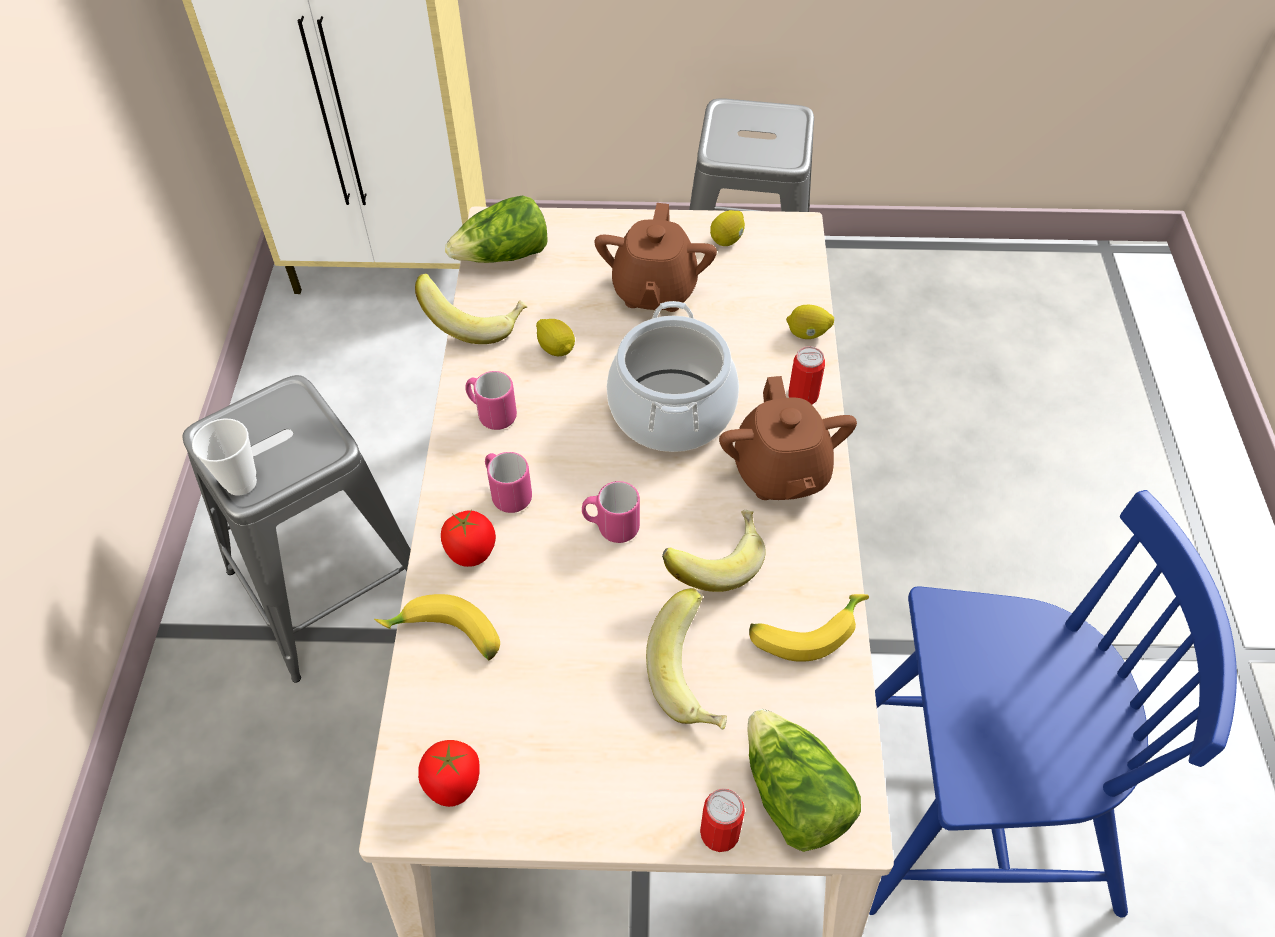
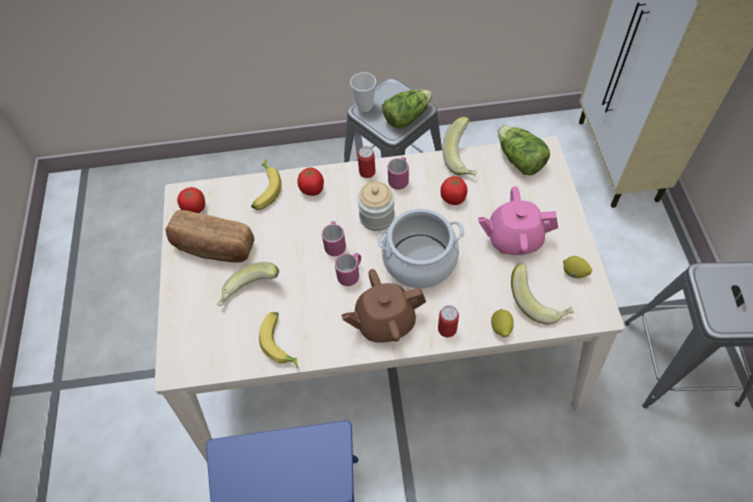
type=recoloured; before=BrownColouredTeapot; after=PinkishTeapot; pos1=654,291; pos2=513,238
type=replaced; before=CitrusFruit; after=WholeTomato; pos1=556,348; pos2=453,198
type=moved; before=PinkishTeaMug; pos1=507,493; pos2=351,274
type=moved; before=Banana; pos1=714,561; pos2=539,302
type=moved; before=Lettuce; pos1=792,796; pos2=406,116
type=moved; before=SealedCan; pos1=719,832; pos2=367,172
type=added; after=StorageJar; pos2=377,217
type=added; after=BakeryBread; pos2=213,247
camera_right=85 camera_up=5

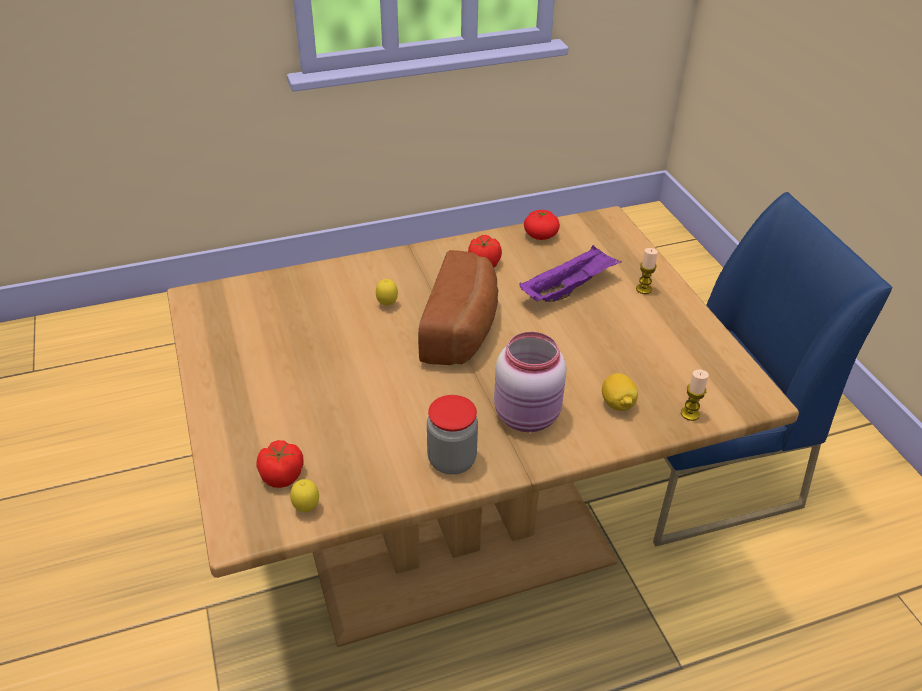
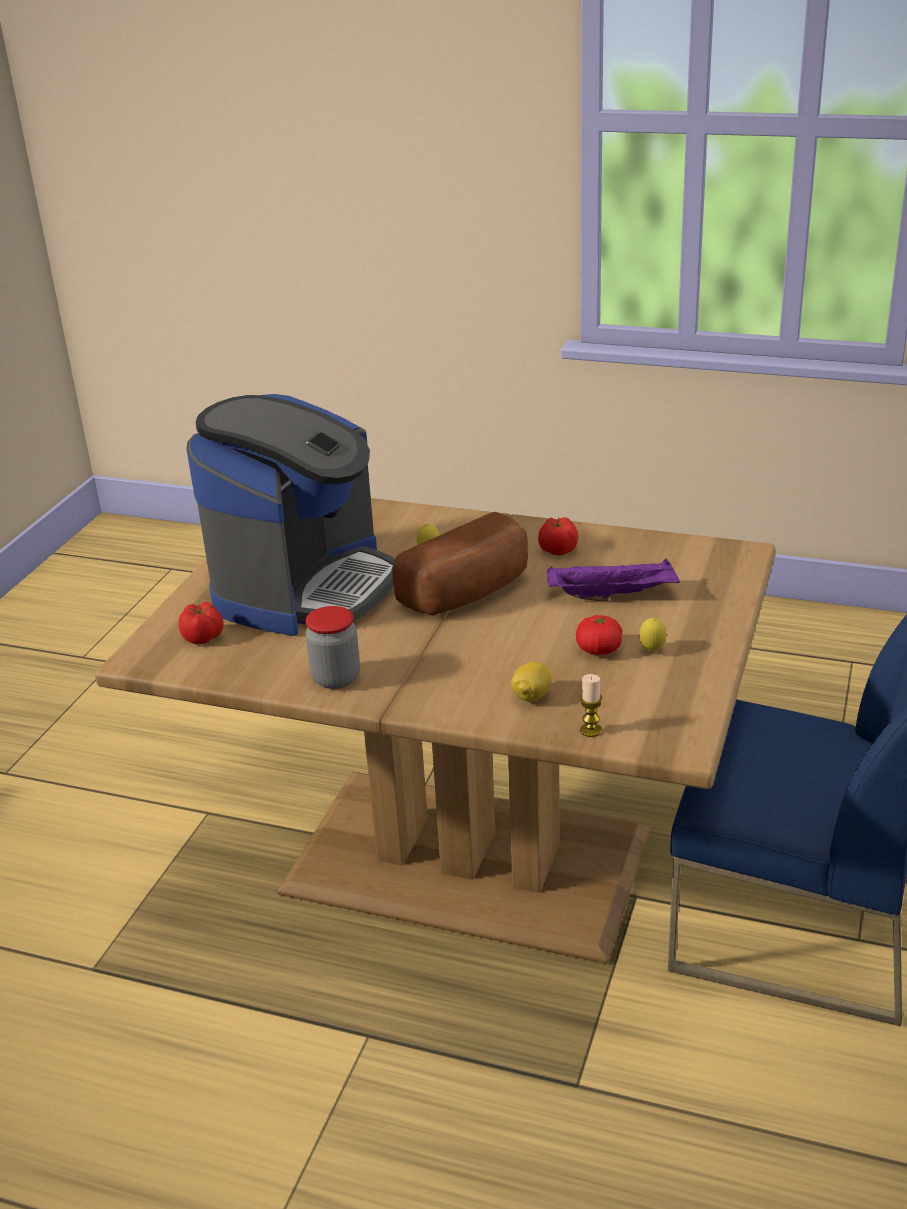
type=moved; before=WholeTomato; pos1=540,235; pos2=599,649
type=removed; before=WaxLight; pos1=643,289
type=removed; before=PinkishStorageJar; pos1=528,416
type=moved; before=CitrusFruit; pos1=306,508; pos2=652,650
type=added; after=CoffeeMaker; pos2=304,587
camera_right=40 camera_up=-10

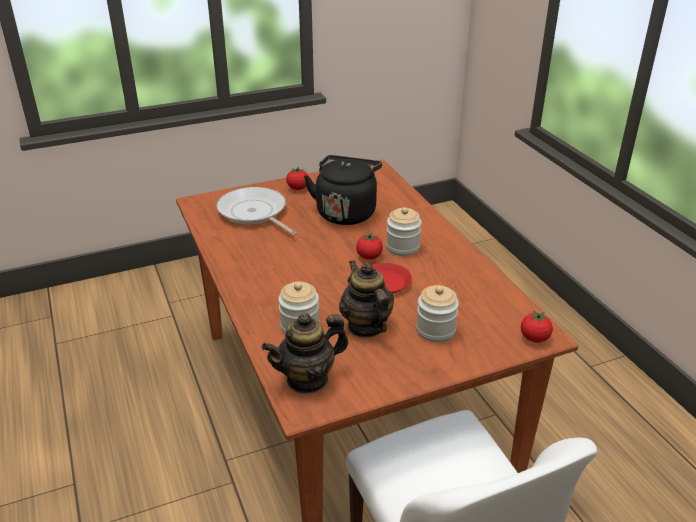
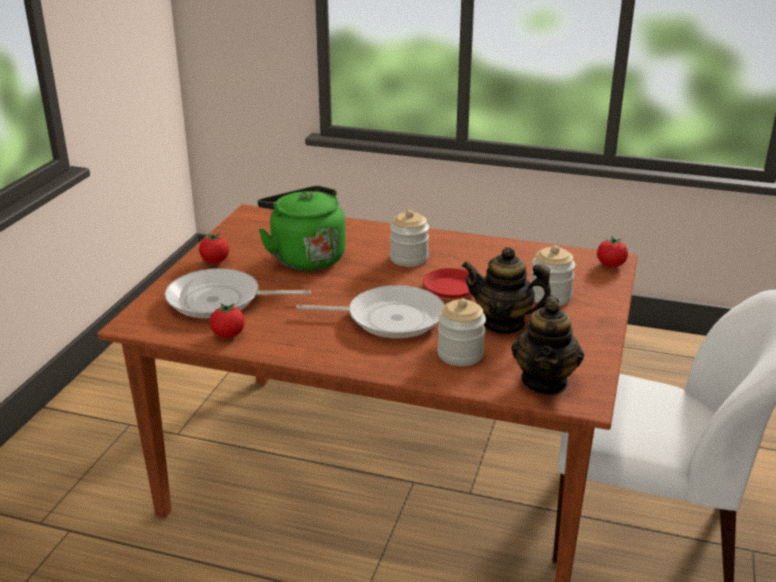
type=recoloured; before=BlackColouredTeaKettle; after=GreenTeaKettle; pos1=346,212; pos2=305,257
type=moved; before=WholeTomato; pos1=369,257; pos2=228,335
type=added; after=FryingPan; pos2=389,318
camera_right=-50 camera_up=-5

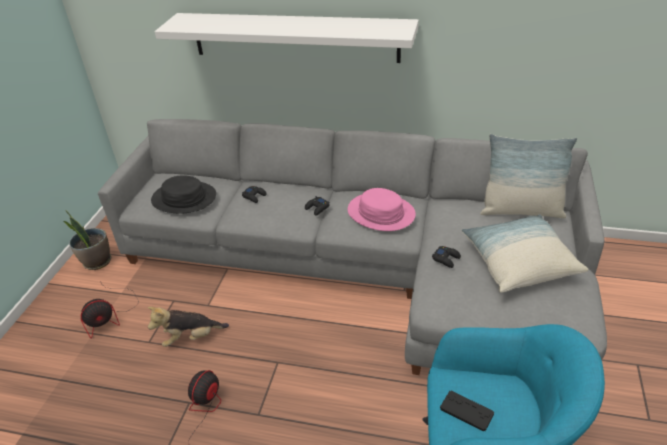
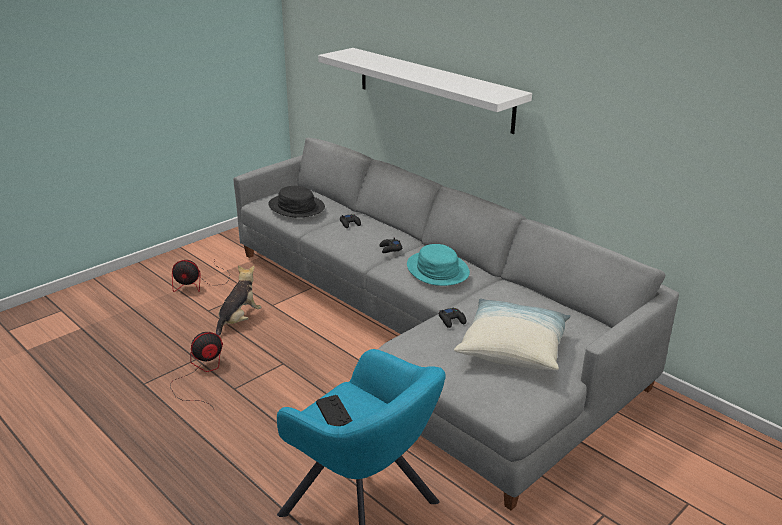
type=removed; before=Pillow; pos1=521,210
type=recoloured; before=PinkishHat; after=TurquoiseColouredHat; pos1=381,213; pos2=437,270
type=removed; before=Houseplant; pos1=97,262
type=turned; before=PlushToy; pos1=191,338; pos2=239,320; turn=105
camera_right=30 camera_up=-10

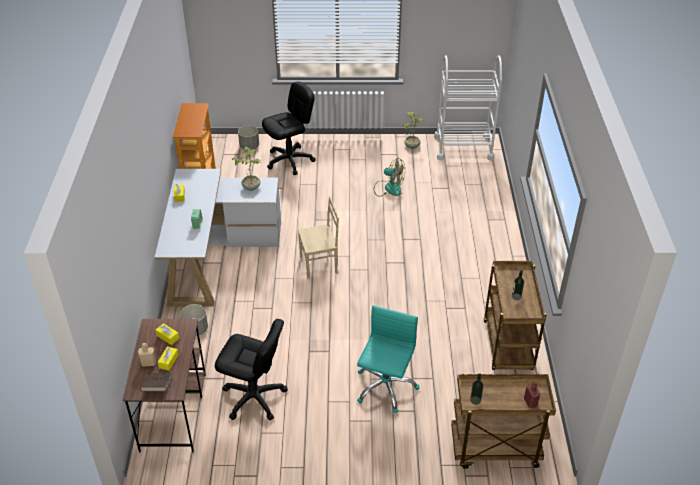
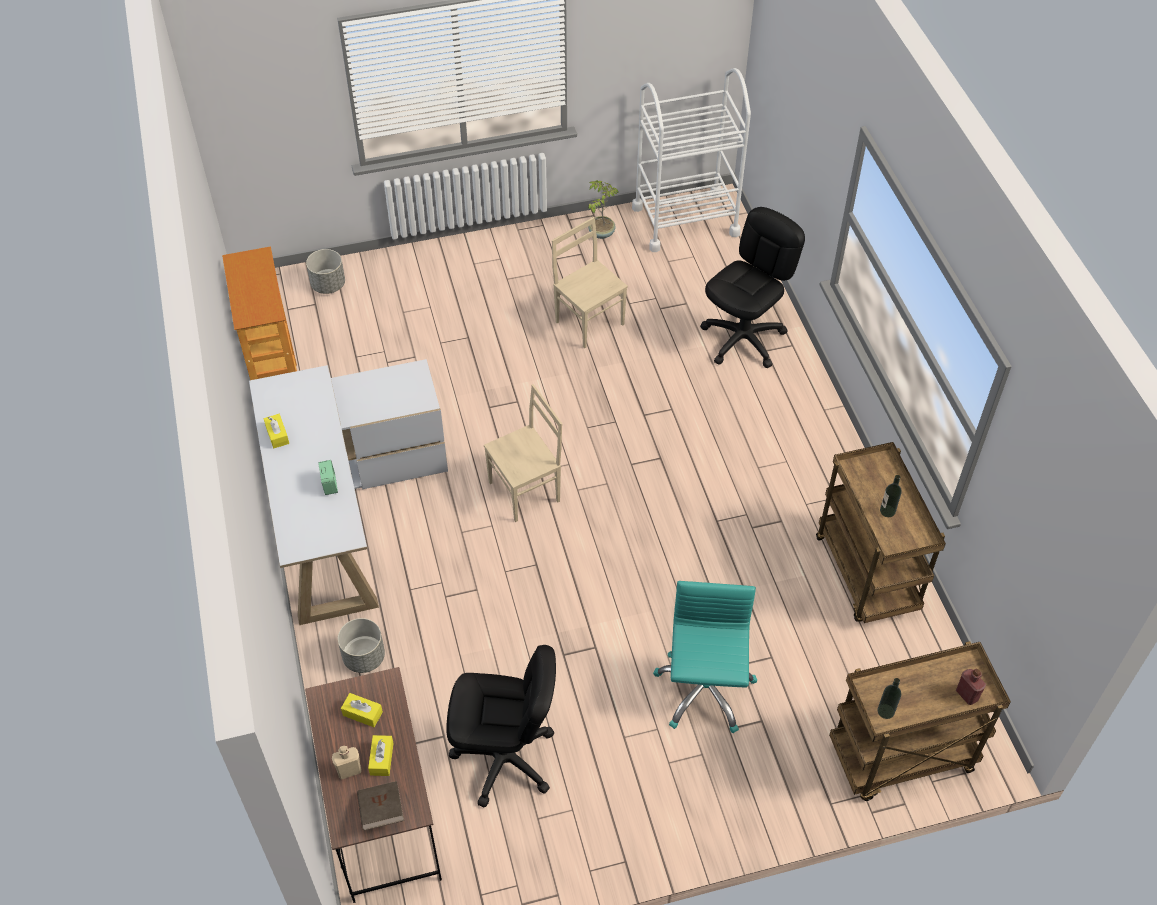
type=moved; before=BlackColouredComputerChair; pos1=290,160; pos2=743,339
type=removed; before=Houseplant; pos1=251,187
type=replaced; before=ElectricFan; after=SandColouredChair; pos1=388,188; pos2=589,322
camera_right=-15 camera_up=10

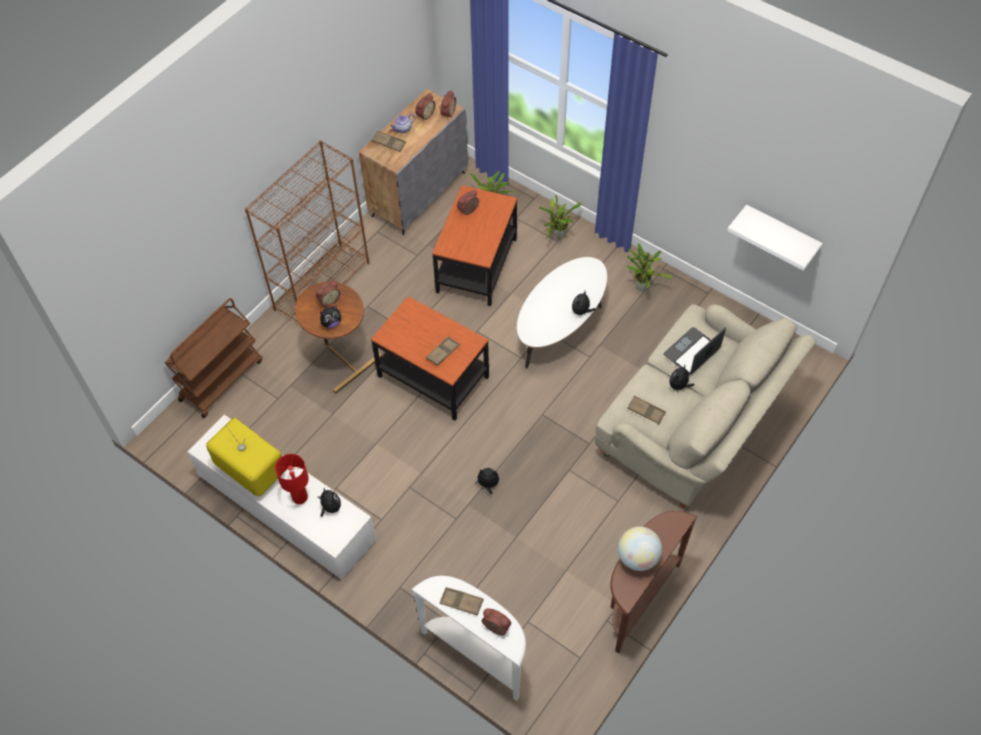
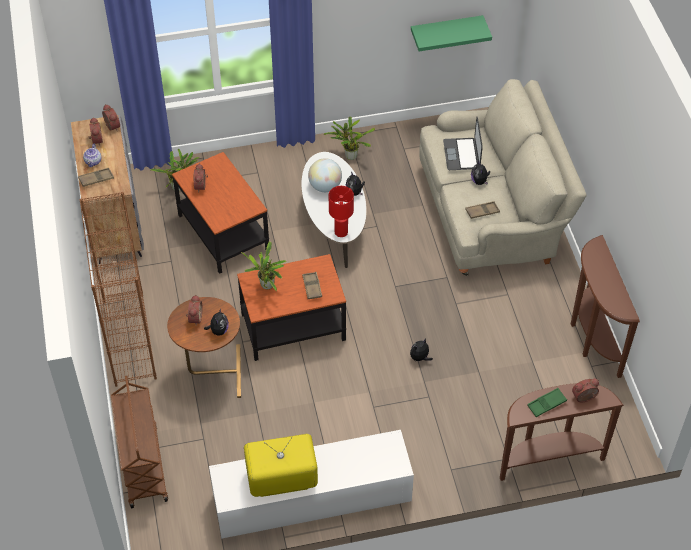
type=moved; before=Houseplant; pos1=558,236; pos2=267,287
type=recoloured; before=WhiteShelf; after=GreenShelf; pos1=781,233; pos2=446,30
type=moved; before=ReddishTabletopLamp; pos1=300,497; pos2=341,232
type=removed; before=PlushToy; pos1=330,507
type=moved; before=DeskGlobe; pos1=638,557; pos2=325,186
type=recoloured; before=WhiteNarrowTable; after=BrownColouredNarrowTable; pos1=477,653; pos2=548,458
type=recoloured; before=BrownColouredCarryingTray; after=GreenCarryingTray; pos1=461,602; pos2=546,404
camera_right=-50 camera_up=-5

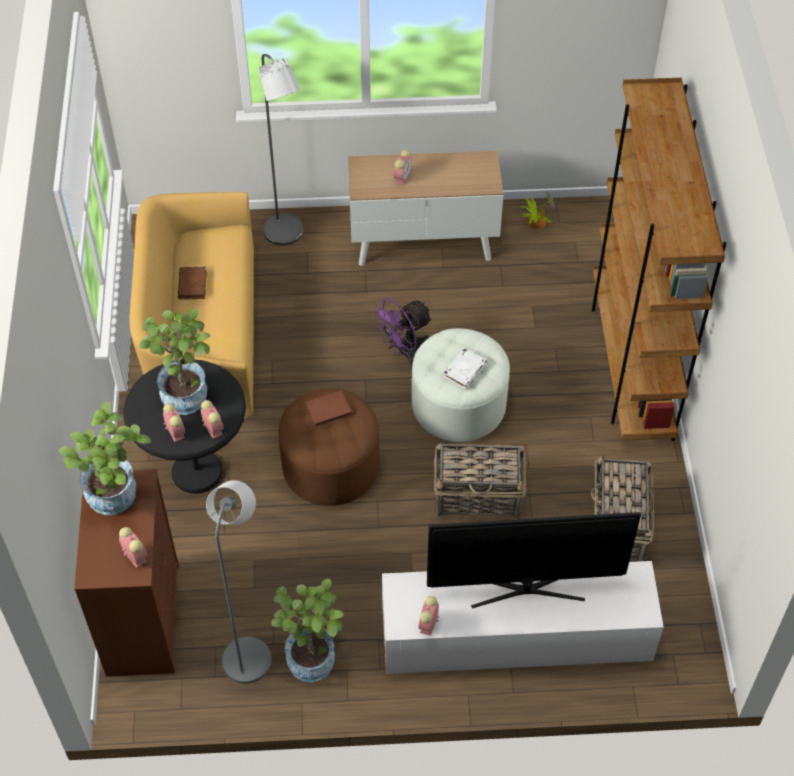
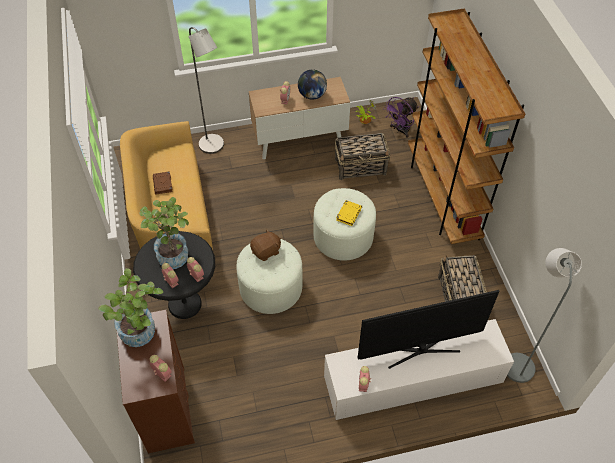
type=moved; before=PurpleColouredElectricFan; pos1=403,351; pos2=400,130
type=recoloured; before=WhiteBook; after=YellowColouredBook; pos1=465,370; pos2=348,214
type=recoloured; before=BrownColouredFootrest; after=WhiteFootrest; pos1=330,466; pos2=271,287
type=replaced; before=BrownColouredBook; after=BrownColouredPlushToy; pos1=327,409; pos2=266,251
type=moved; before=Basket; pos1=479,496; pos2=361,167
type=moved; before=GreyishStandingLamp; pos1=249,651; pos2=517,362
type=removed; before=Houseplant; pos1=312,654
type=added; after=DeskGlobe; pos2=312,95
camera_right=-10 camera_up=0

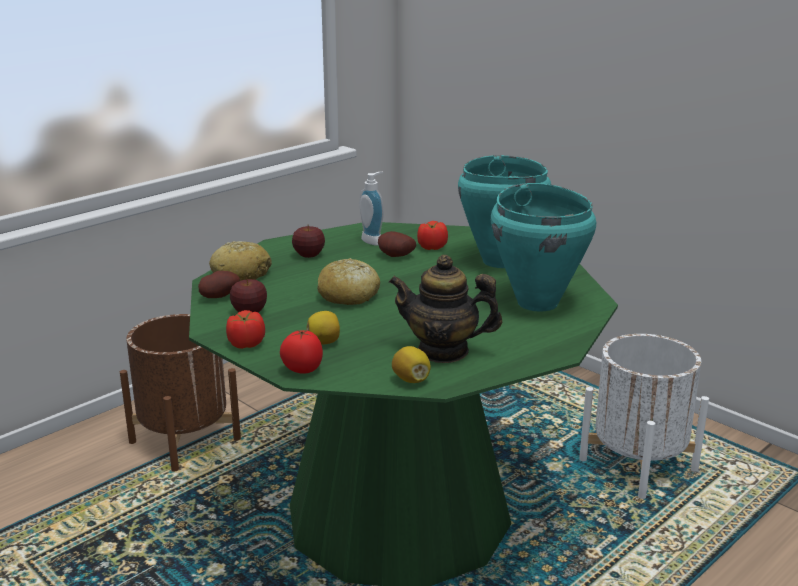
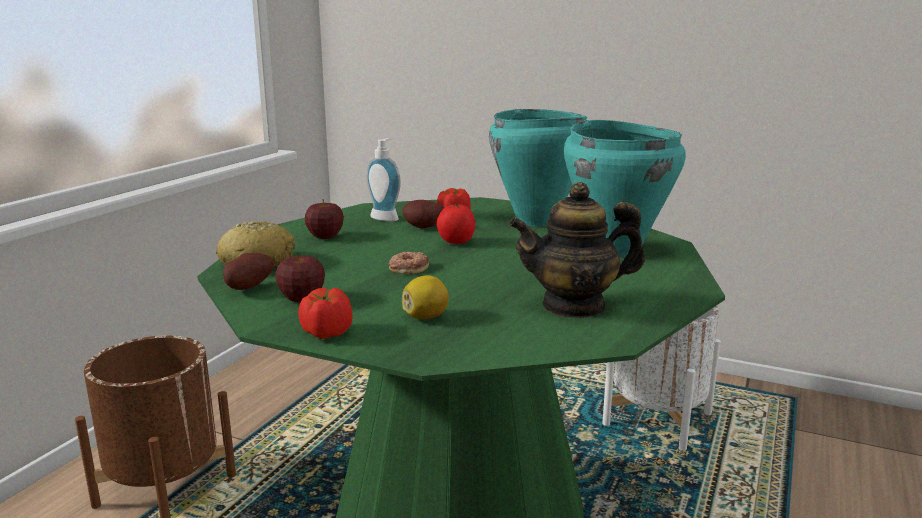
type=replaced; before=BakeryBread; after=Donut; pos1=348,295; pos2=408,267
type=moved; before=WholeTomato; pos1=302,370; pos2=455,242
type=removed; before=CitrusFruit; pos1=411,380
camera_right=-20 camera_up=-5

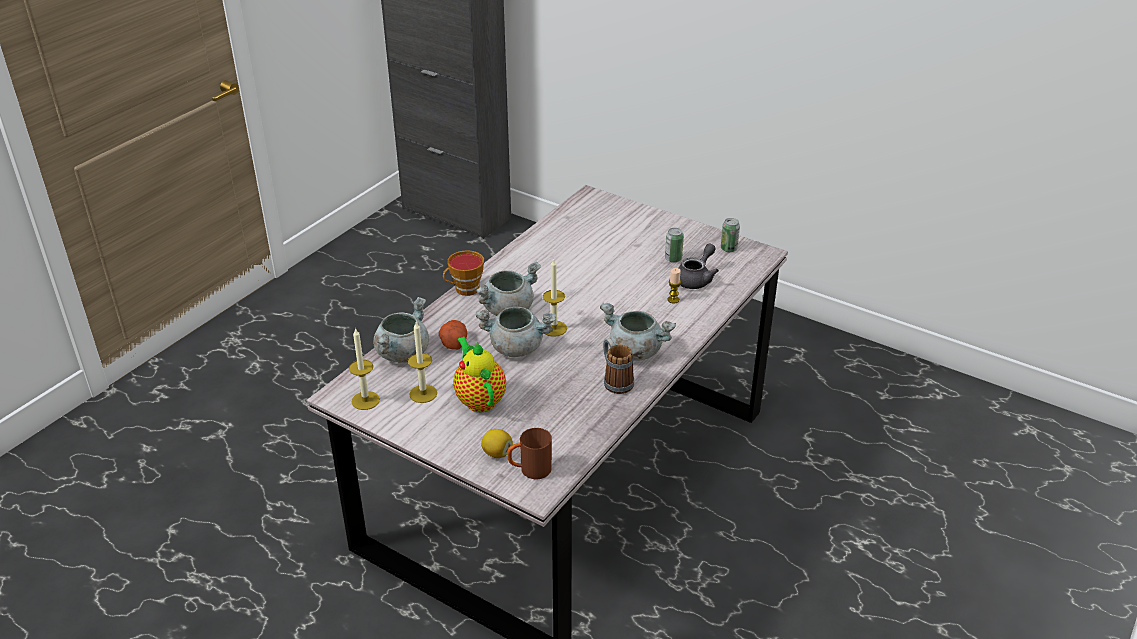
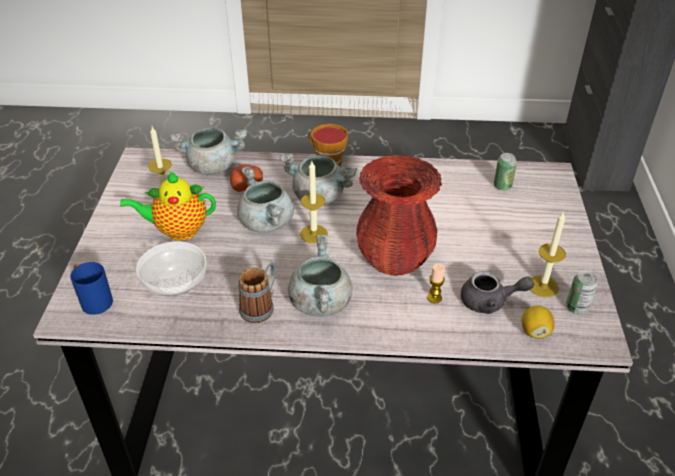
type=moved; before=SealedCan; pos1=673,259; pos2=502,186
type=moved; before=WaxLight; pos1=365,400; pos2=543,286
type=turned; before=Teapot; pos1=479,399; pos2=178,231; turn=-135
type=recoloured; before=BrownColouredTeaMug; after=BluishTeaMug; pos1=530,470; pos2=93,300
type=moved; before=CitrusFruit; pos1=497,453; pos2=535,331
type=added; after=ReddishDecorativeVase; pos2=394,259
type=added; after=Bowl; pos2=175,283
camera_right=60 camera_up=5

